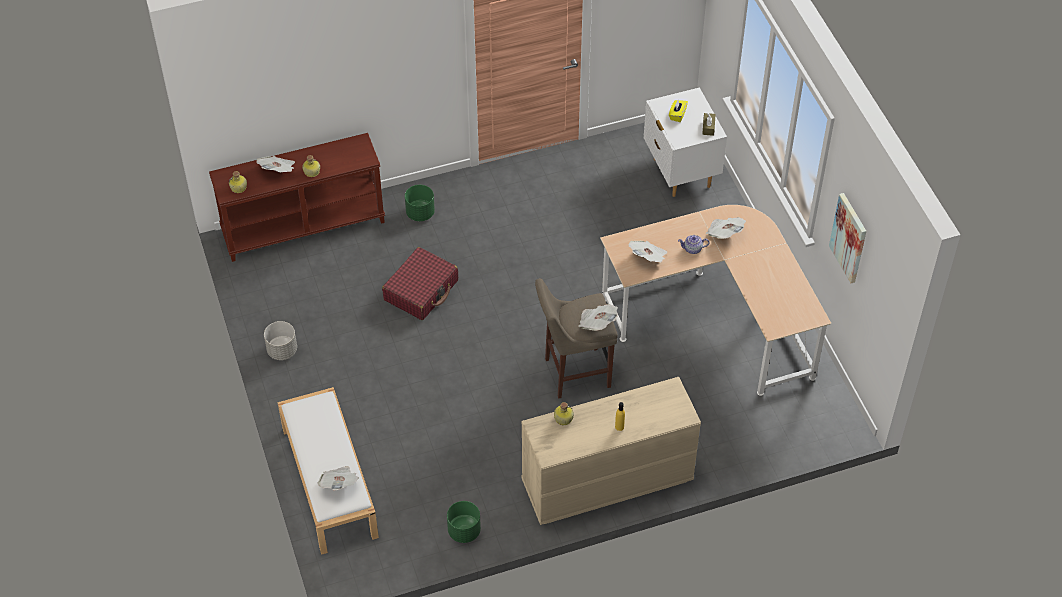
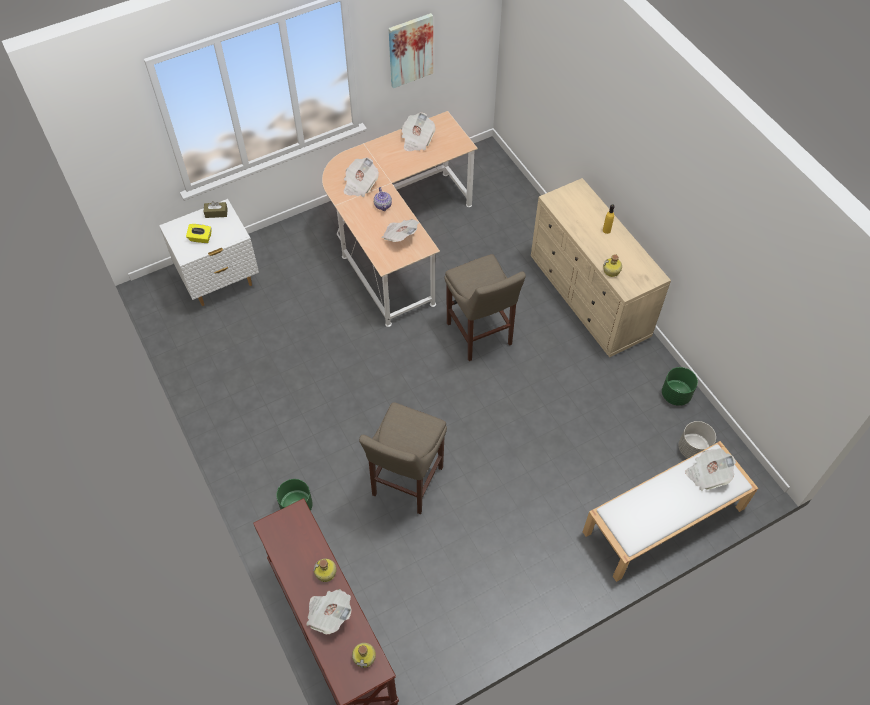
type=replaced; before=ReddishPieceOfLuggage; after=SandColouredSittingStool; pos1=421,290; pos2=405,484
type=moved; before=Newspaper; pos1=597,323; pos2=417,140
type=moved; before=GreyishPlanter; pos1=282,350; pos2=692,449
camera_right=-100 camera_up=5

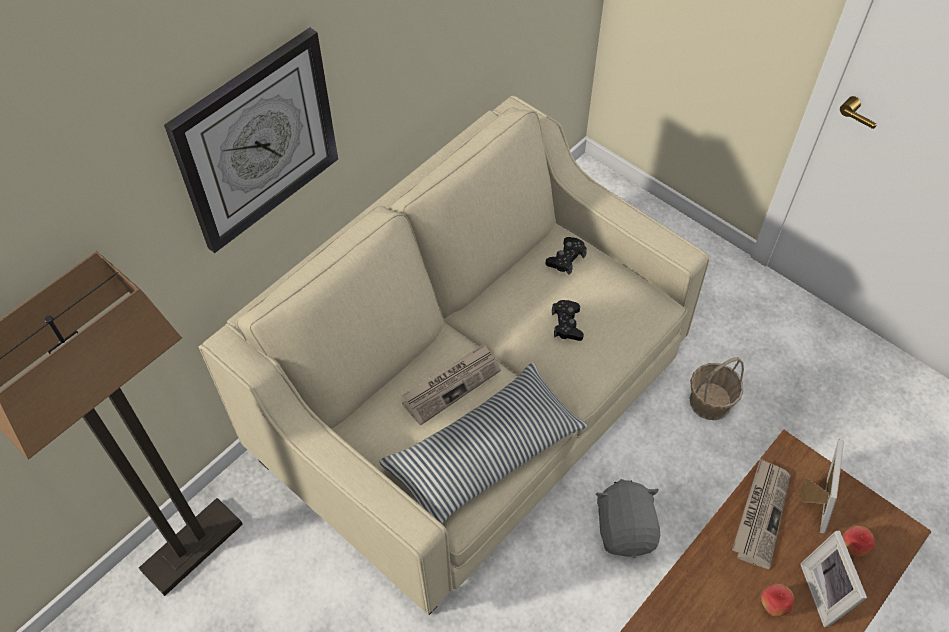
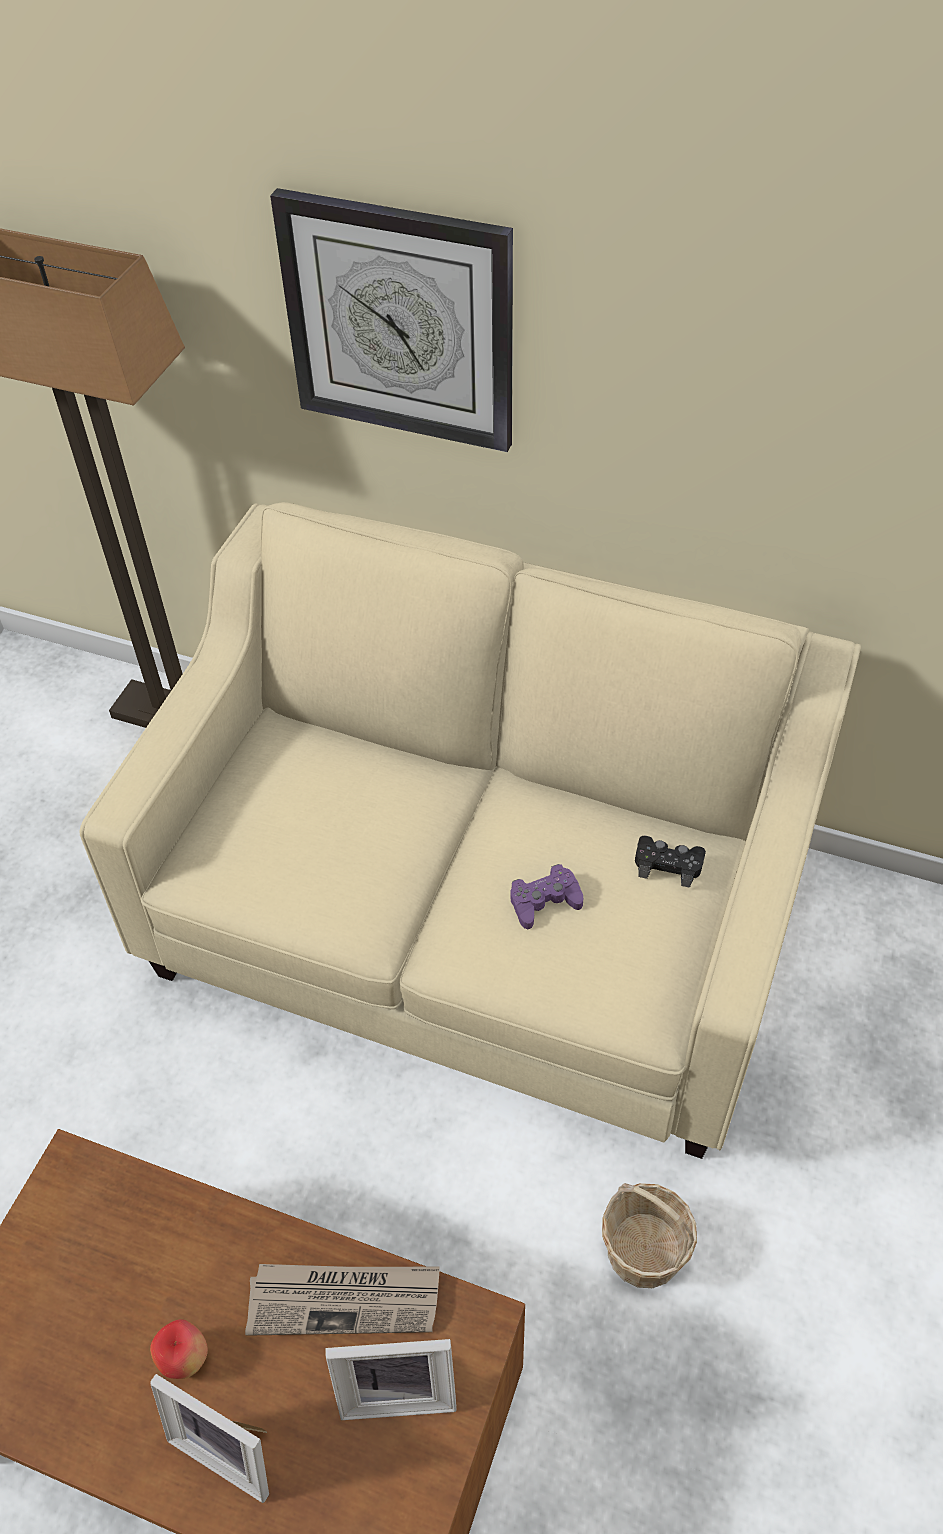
type=recoloured; before=BlackColouredJoypad; after=PurpleColouredJoypad; pos1=567,324; pos2=544,901
type=removed; before=Newspaper; pos1=451,384
type=removed; before=Pillow; pos1=484,453
type=removed; before=GreyishPlushToy; pos1=625,529
type=removed; before=AppleFruit; pos1=852,547
type=turned; before=PhotoFrame; pos1=826,592; pos2=230,1445; turn=-120
camera_right=70 camera_up=-5

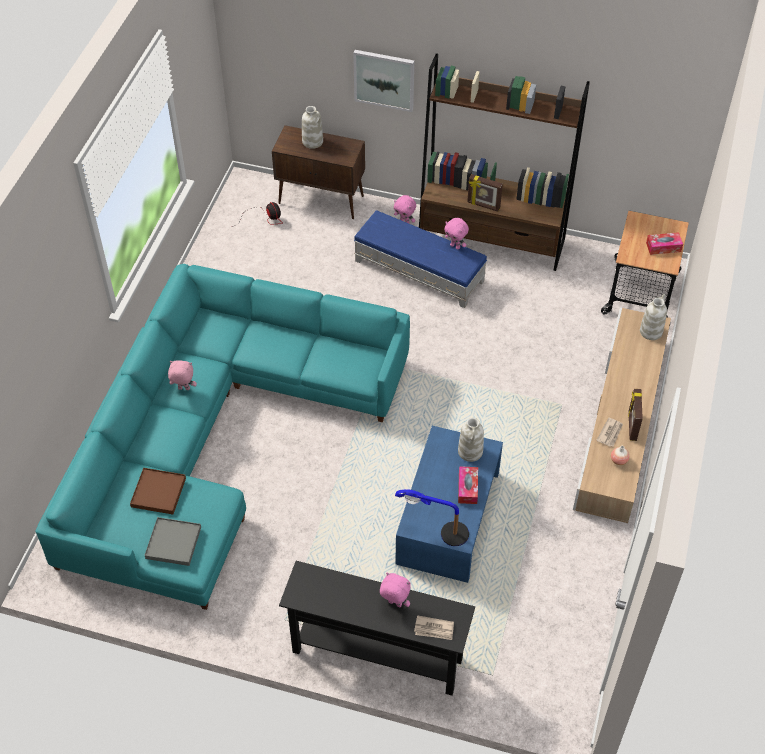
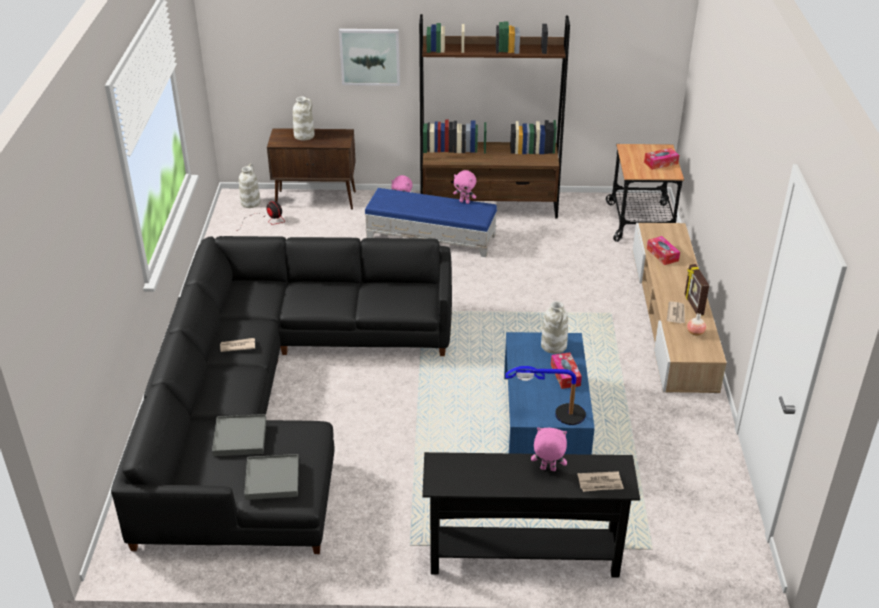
type=removed; before=PhotoFrame; pos1=483,205
type=recoloured; before=TurquoiseColouredSettee; after=BlackColouredSettee; pos1=214,435; pos2=274,397
type=moved; before=WhiteDecorativeVase; pos1=651,331; pos2=250,203
type=replaced; before=PinkishPlushToy; after=Newspaper; pos1=183,389; pos2=237,346
type=recoloured; before=BrownColouredCarryingTray; after=GreyishCarryingTray; pos1=158,492; pos2=240,437
type=added; after=TissueHolder; pos2=662,254
camera_right=-15 camera_up=-15

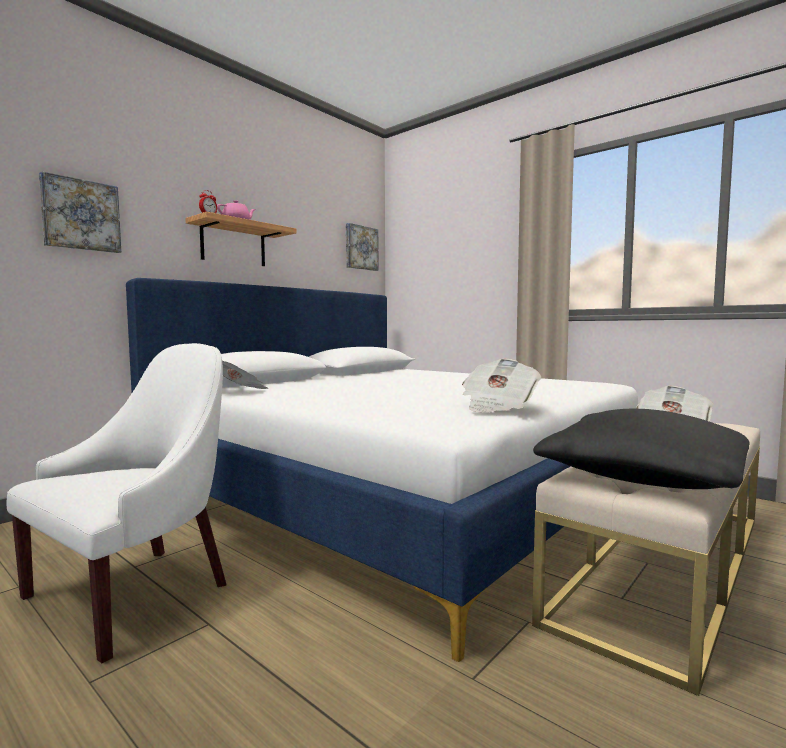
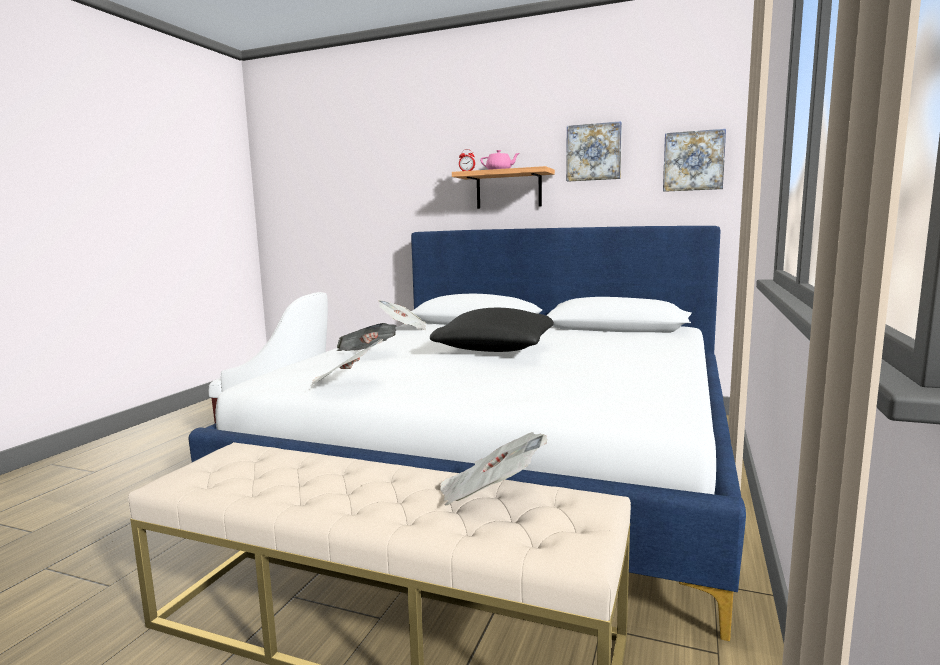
type=moved; before=WallArt; pos1=80,215; pos2=594,152
type=moved; before=BlackColouredPillow; pos1=642,476; pos2=495,349
type=added; after=Newspaper; pos2=367,355
camera_right=70 camera_up=5

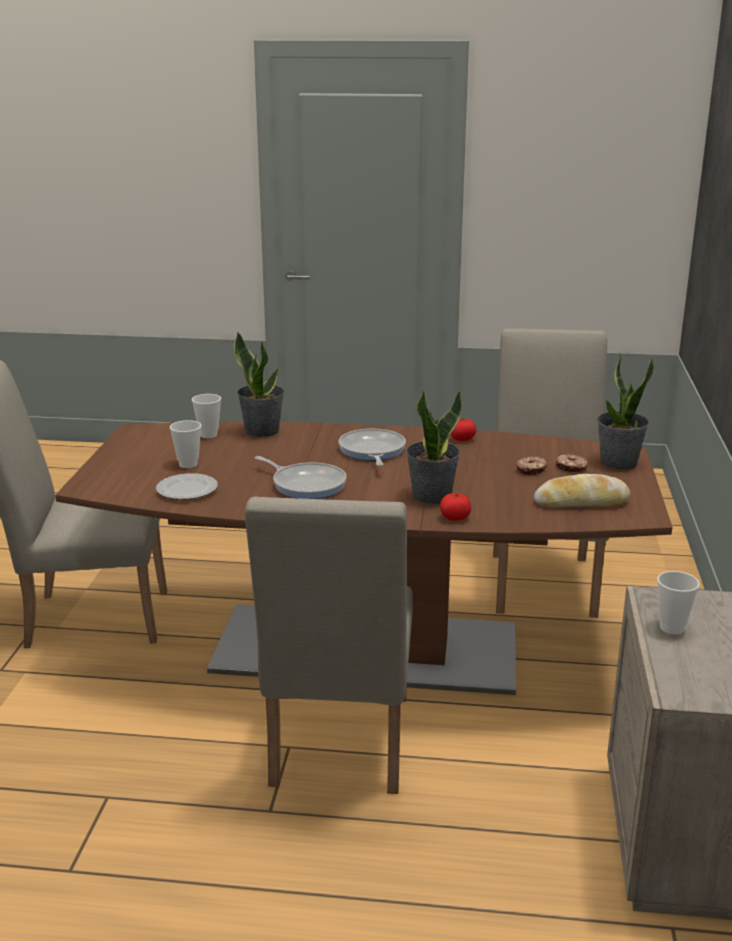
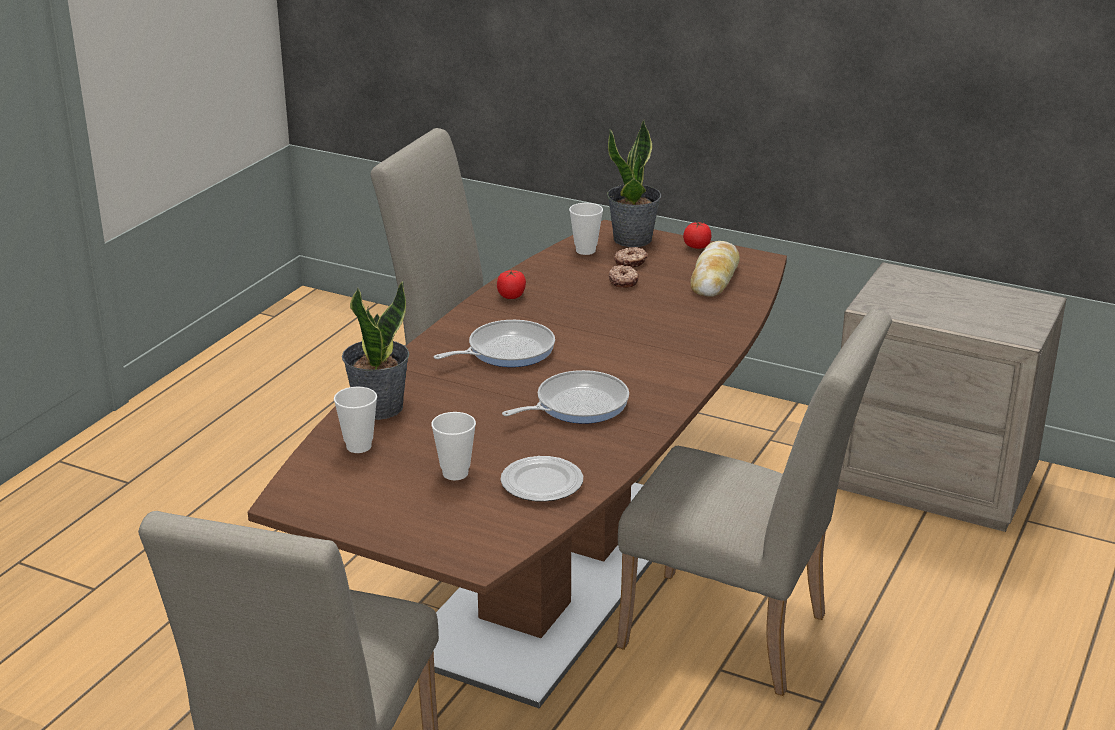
type=removed; before=Houseplant; pos1=431,496
type=turned; before=FryingPan; pos1=372,451; pos2=506,351; turn=135
type=moved; before=WholeTomato; pos1=455,518; pos2=697,246
type=moved; before=DrinkingCup; pos1=672,628; pos2=585,250
camera_right=-70 camera_up=5

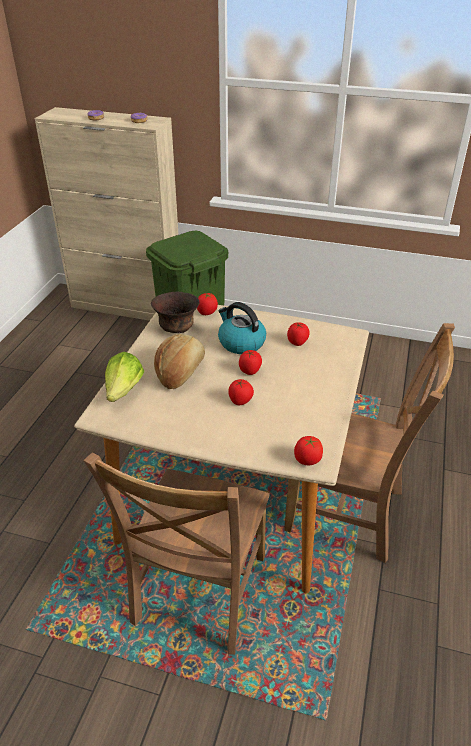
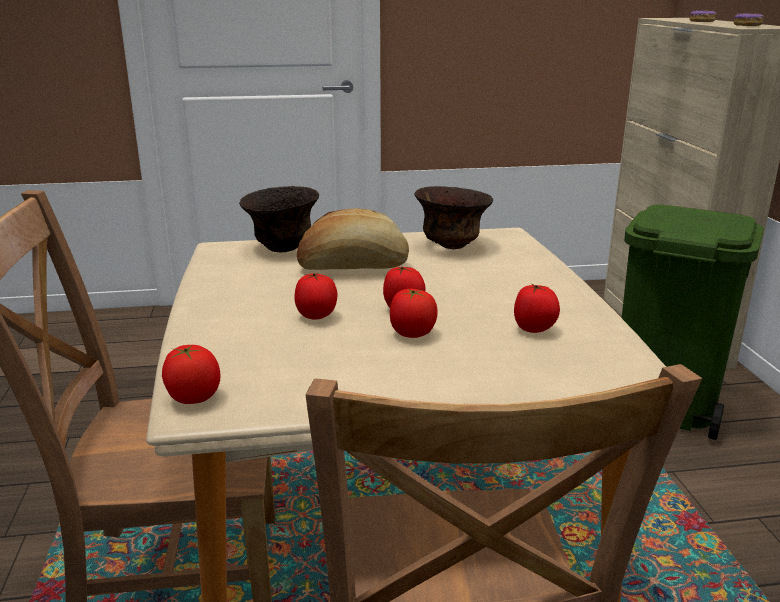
type=moved; before=WholeTomato; pos1=207,312; pos2=412,334
type=removed; before=TeaKettle; pos1=241,343
type=replaced; before=Lettuce; after=BrownColouredBowl; pos1=124,390; pos2=283,248
camera_right=65 camera_up=-15

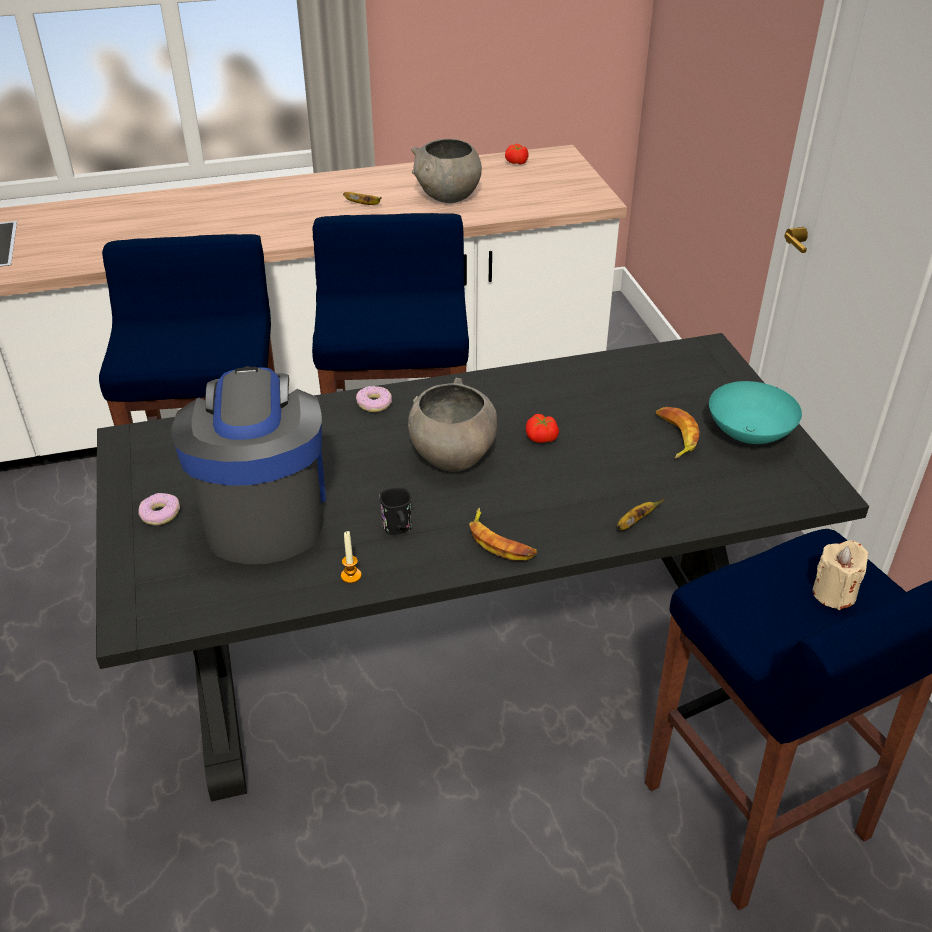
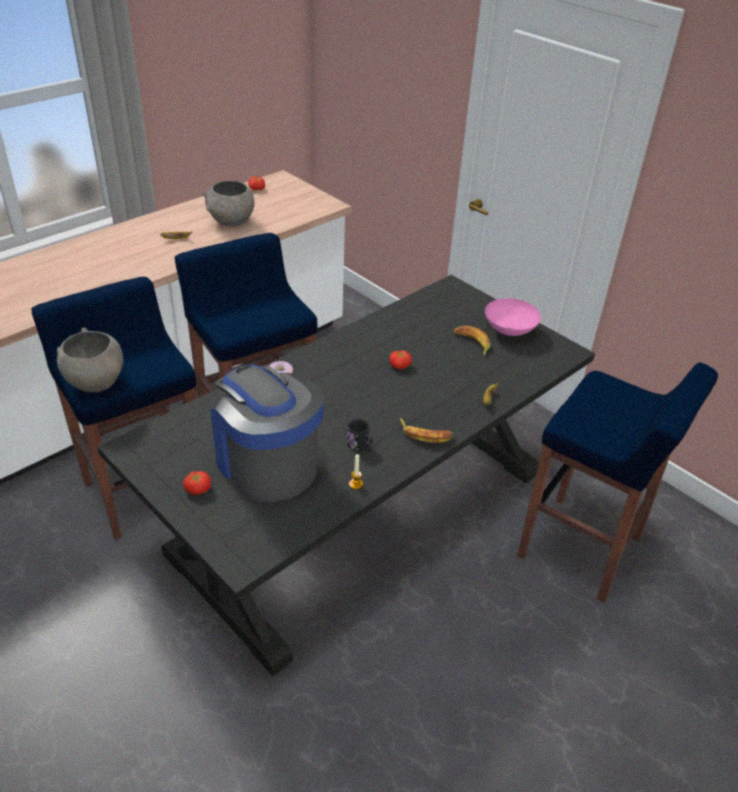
type=moved; before=GreyishBowl; pos1=452,457; pos2=95,383
type=recoloured; before=TurquoiseColouredBowl; after=PinkishBowl; pos1=749,435; pos2=510,331
type=replaced; before=Donut; after=WholeTomato; pos1=160,514; pos2=197,488
type=removed; before=SandColouredWaxLight; pos1=834,593
camera_right=-30 camera_up=0

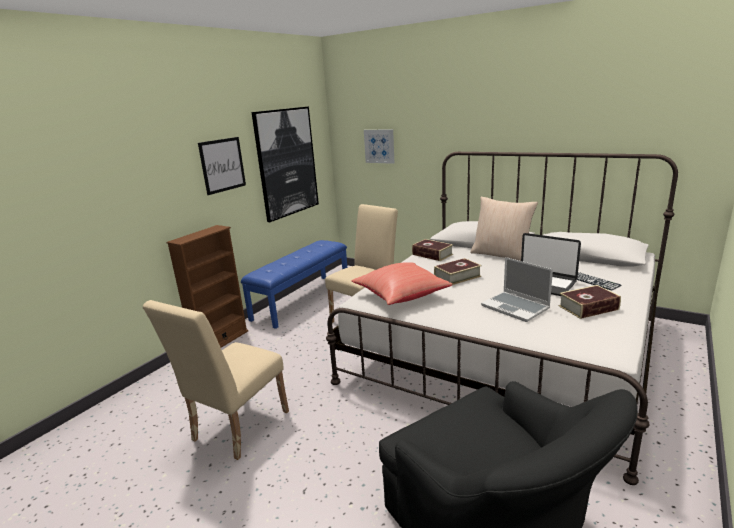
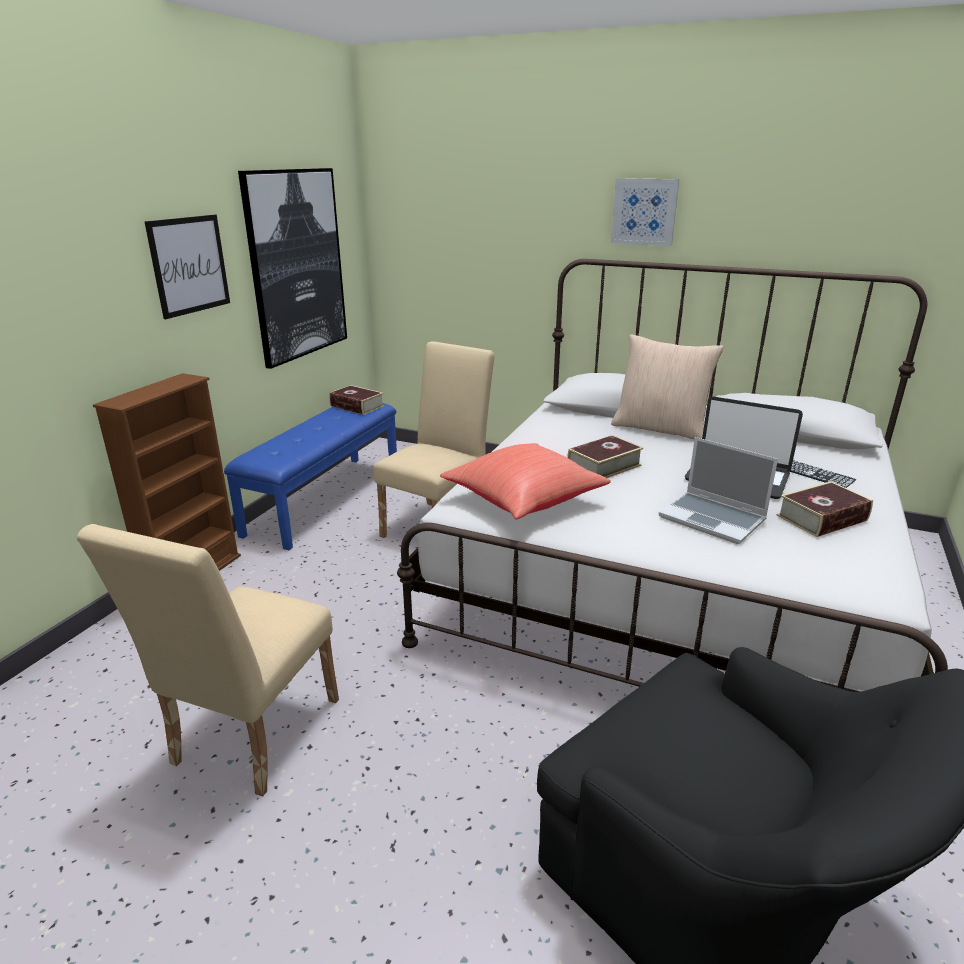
type=moved; before=WallArt; pos1=379,146; pos2=644,212
type=moved; before=Book; pos1=432,254; pos2=357,406
camera_right=-10 camera_up=5

